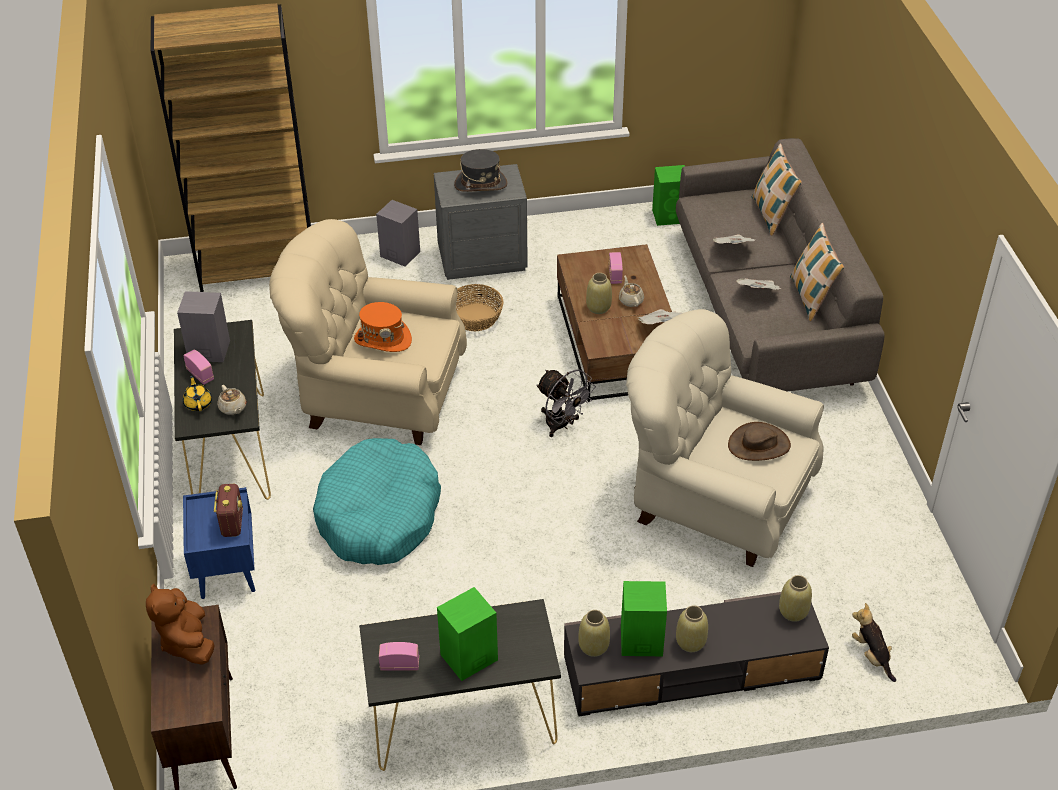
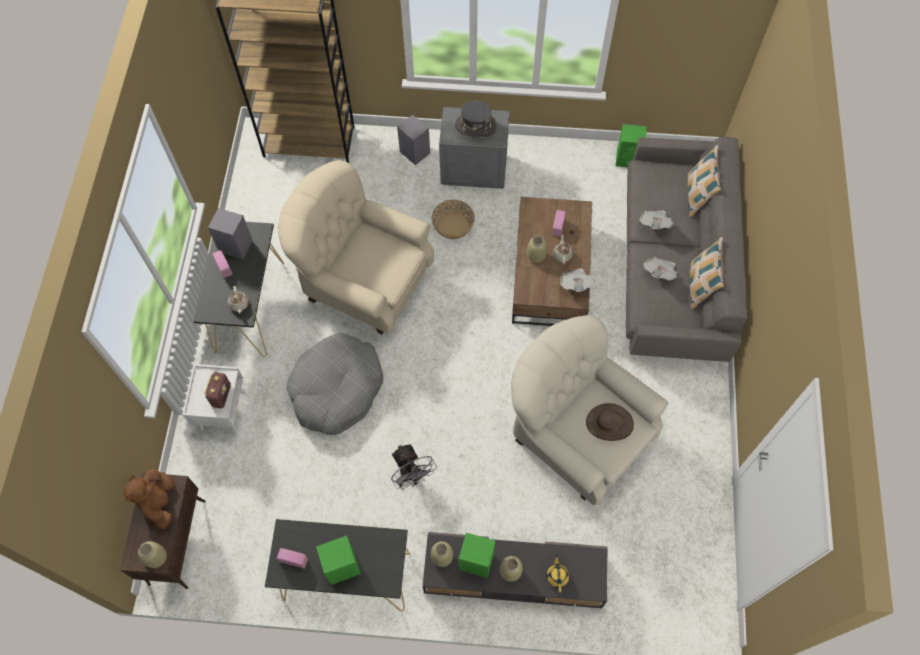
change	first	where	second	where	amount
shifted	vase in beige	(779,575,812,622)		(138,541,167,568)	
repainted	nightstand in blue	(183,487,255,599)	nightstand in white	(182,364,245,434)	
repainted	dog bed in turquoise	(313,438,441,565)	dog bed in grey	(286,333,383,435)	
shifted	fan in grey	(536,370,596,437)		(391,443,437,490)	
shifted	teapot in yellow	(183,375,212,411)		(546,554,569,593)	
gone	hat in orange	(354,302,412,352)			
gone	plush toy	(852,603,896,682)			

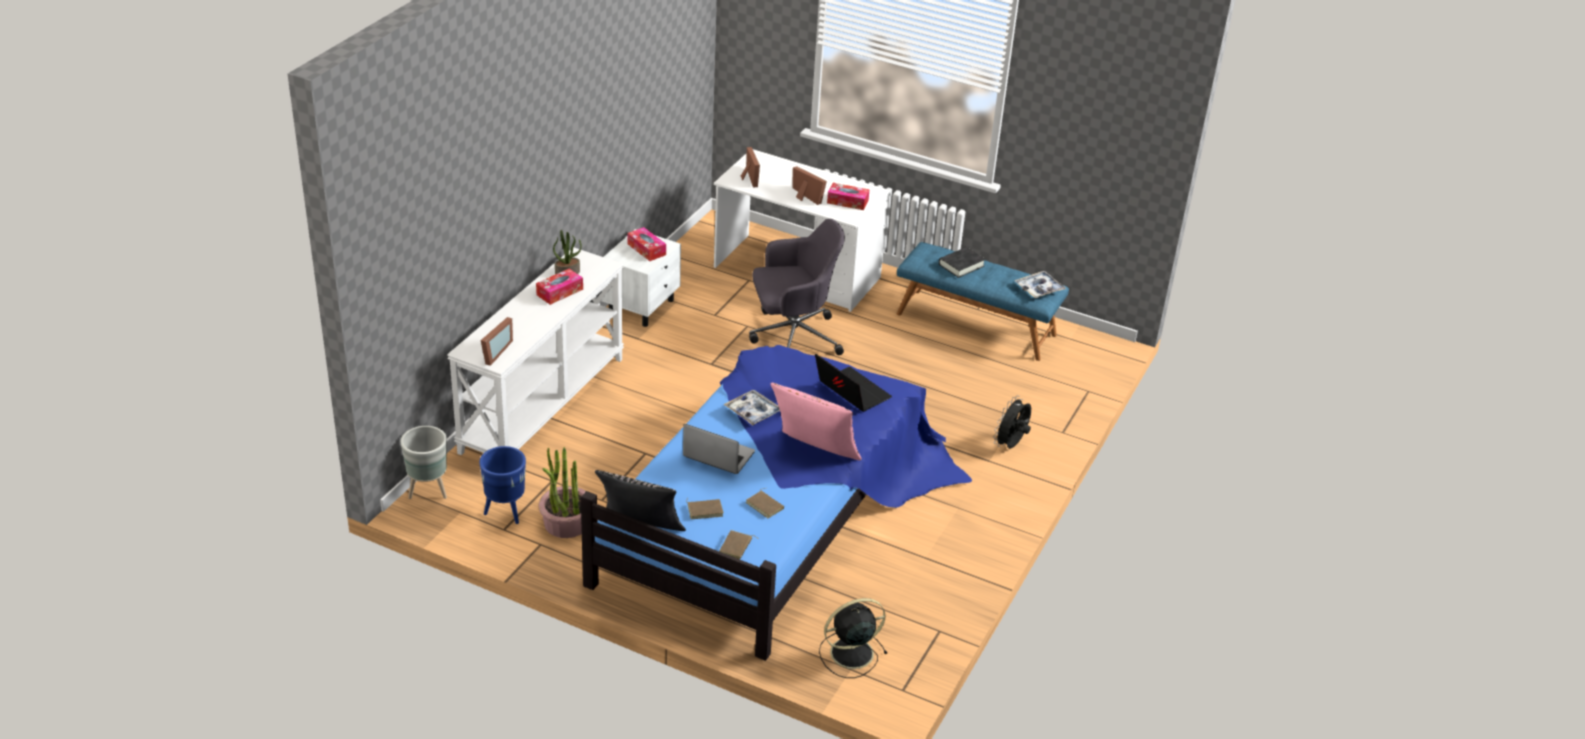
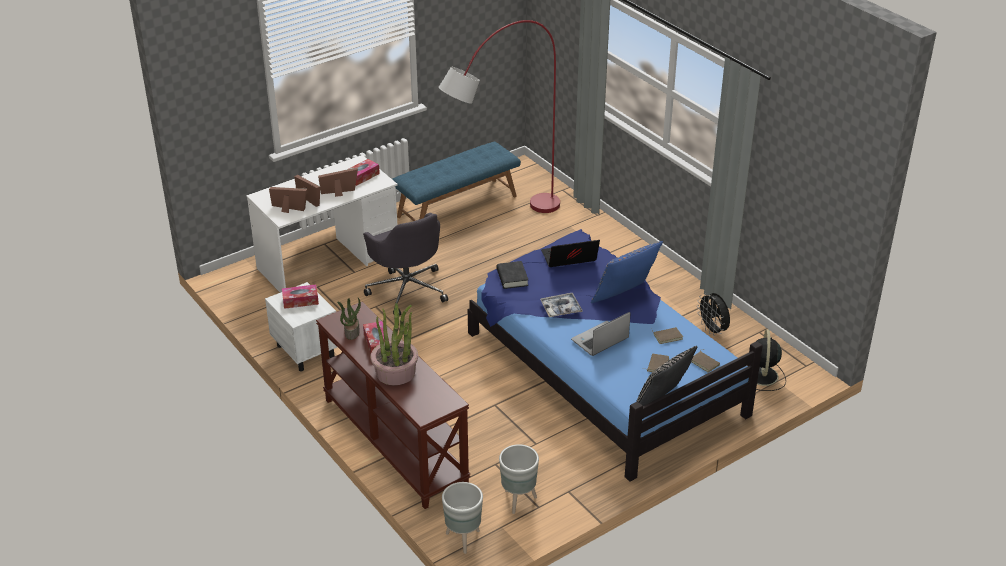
change	first	where	second	where	amount
shifted	picture frame	(480,317,513,366)		(294,175,320,207)	
repainted	console table in white	(447,248,624,455)	console table in brown	(316,302,471,509)	
rotated	office chair in grey	(749,219,845,355)		(363,213,448,316)	135 degrees clockwise
shifted	potted plant	(539,447,586,538)		(370,303,418,385)	
new			floor lamp in red	(439,20,560,213)	
shifted	book in black	(939,247,985,278)		(496,261,528,289)	
repainted	planter in blue	(479,446,526,524)	planter in grey	(499,444,539,514)	
repainted	pillow in pink	(770,383,862,460)	pillow in blue	(591,241,663,303)	
shifted	fan in black	(994,395,1031,449)		(697,293,730,336)	
gone	tray	(1015,271,1066,298)			

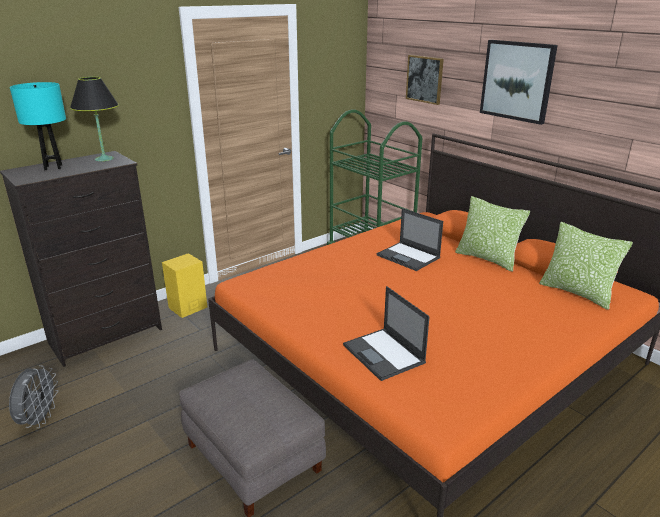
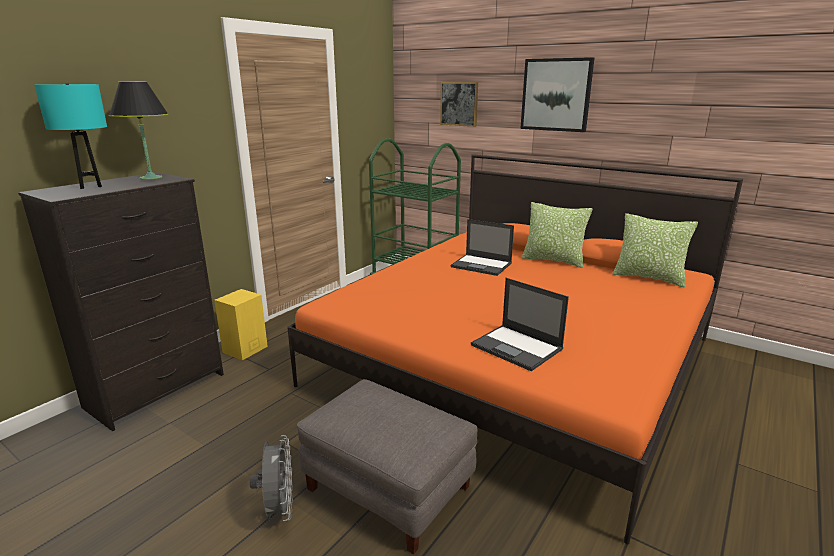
change	first	where	second	where	amount
shifted	fan in grey	(9,365,58,428)		(250,435,293,521)	

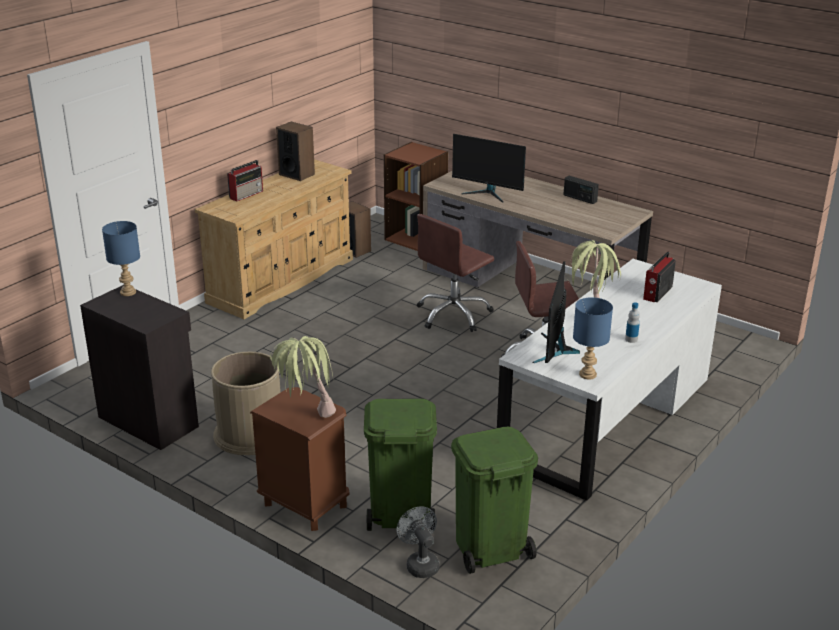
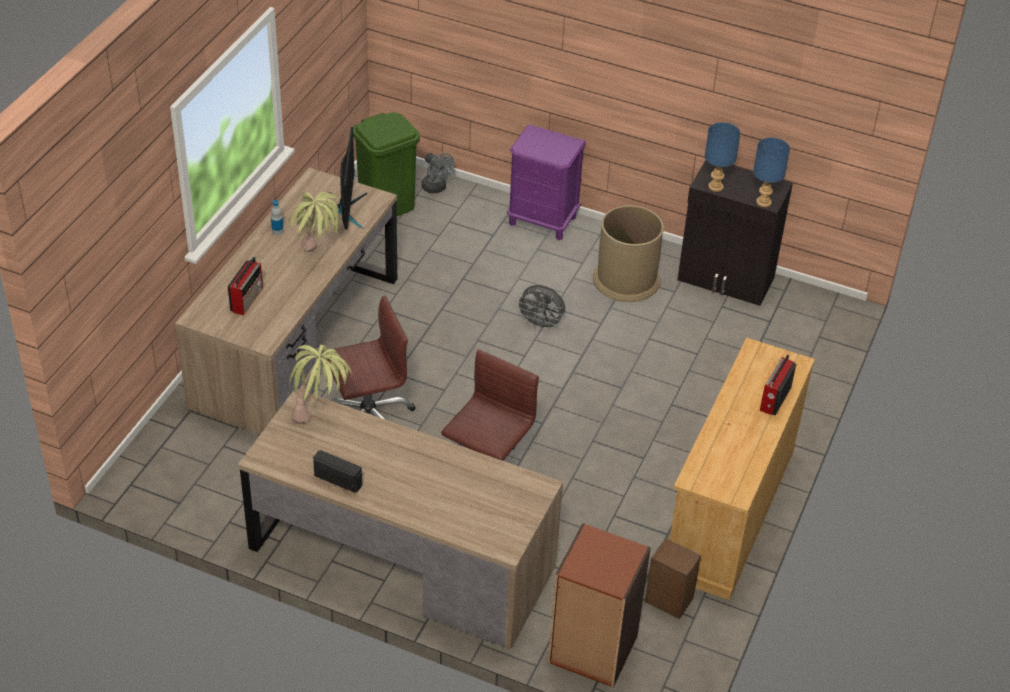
change	first	where	second	where	amount
repainted	desk in white	(497,259,722,501)	desk in brown	(175,168,397,435)	
shifted	potted plant	(270,336,336,418)		(289,345,352,424)	
repainted	nightstand in brown	(250,387,350,531)	nightstand in purple	(507,124,586,240)	
new			fan in grey	(515,285,565,331)	
shifted	table lamp in blue	(573,297,613,380)		(705,122,740,192)	
gone	speaker	(276,122,315,181)			
gone	trash can in green	(364,399,437,531)			
gone	monitor	(452,134,526,203)			

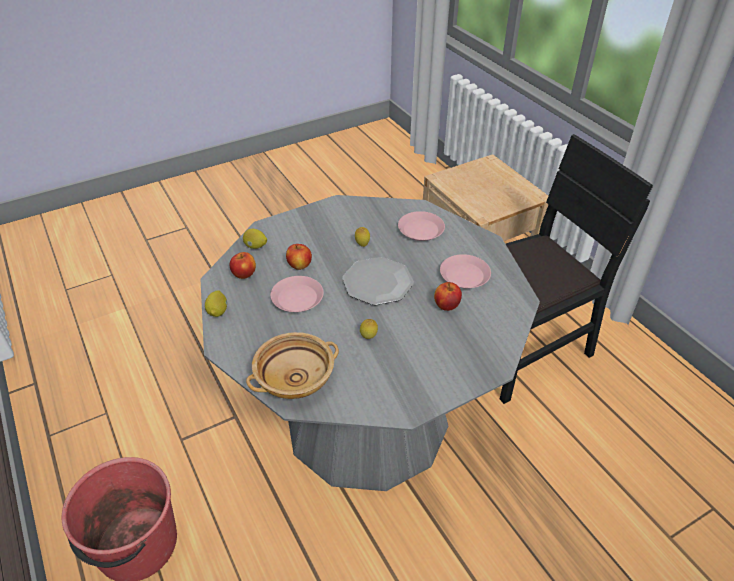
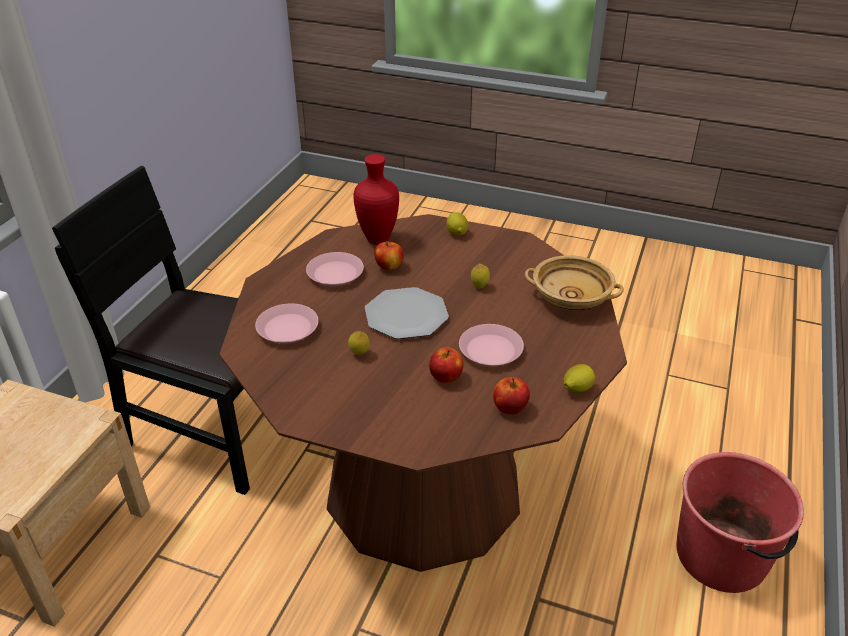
change	first	where	second	where	amount
repainted	dining table in grey	(200,195,540,491)	dining table in brown	(219,214,627,572)	
new			vase in red	(354,154,399,245)	
shifted	lemon	(243,229,267,249)		(446,212,468,236)	

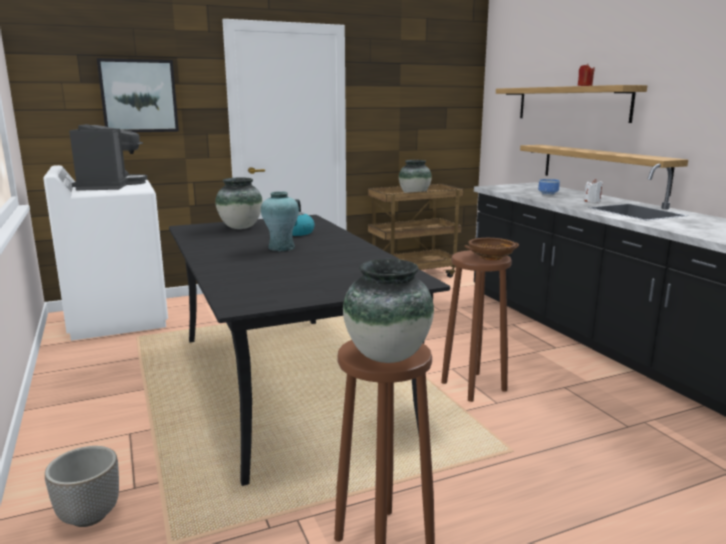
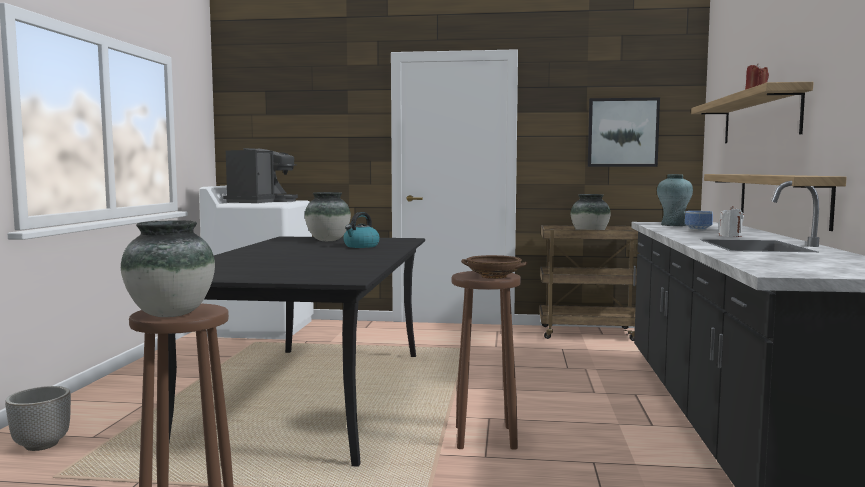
change	first	where	second	where	amount
shifted	picture	(97,58,179,132)		(588,98,660,167)	
shifted	vase in turquoise	(261,191,299,251)		(657,174,693,226)	

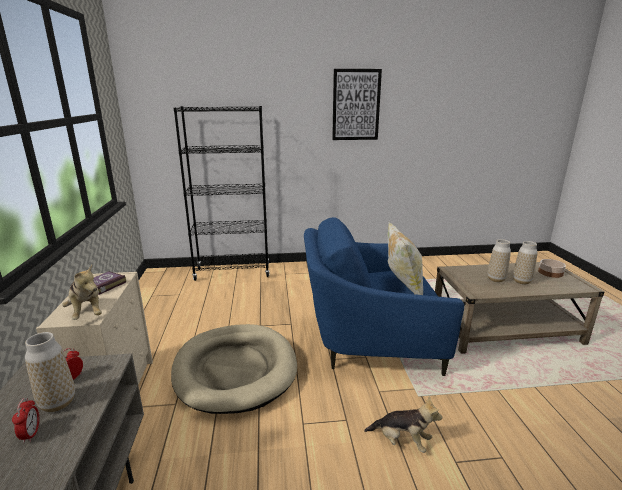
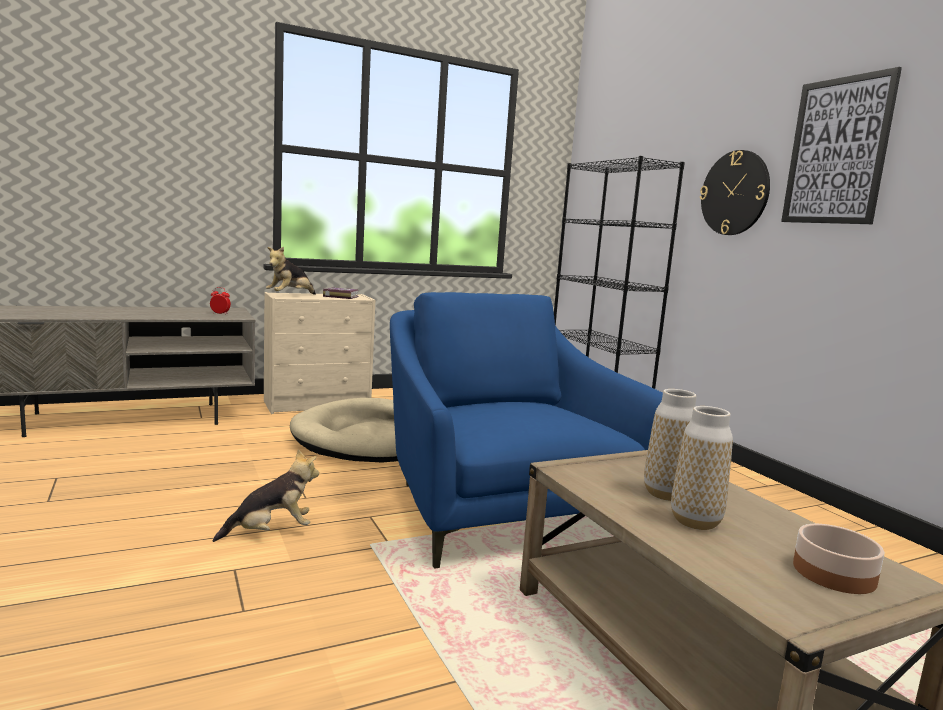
change	first	where	second	where	amount
rotated	plush toy	(364,396,443,453)		(213,449,319,542)	120 degrees counterclockwise
new			wall clock	(700,150,770,235)	
gone	alarm clock	(12,398,39,443)			
gone	vase	(25,332,75,412)			
gone	pillow	(387,222,423,295)			

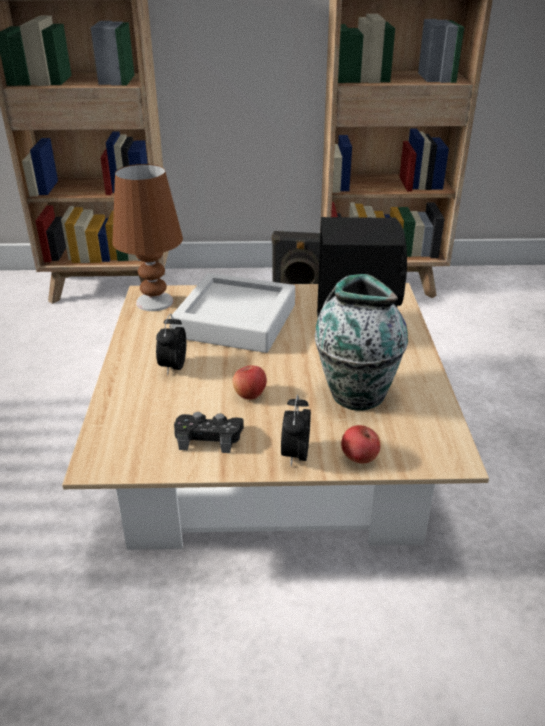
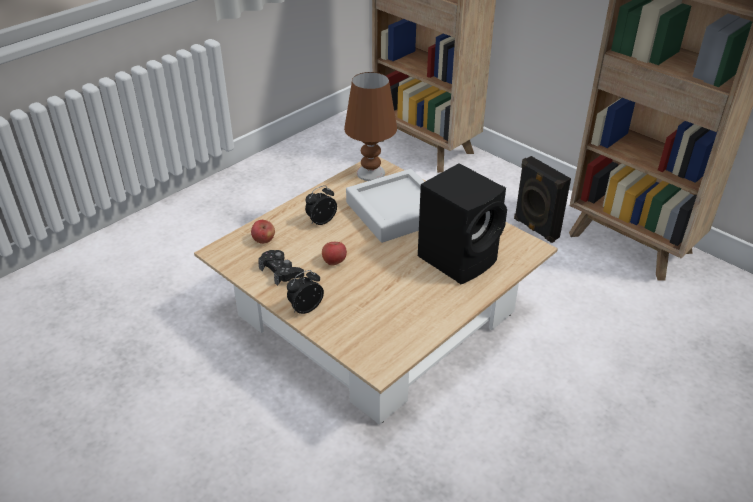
change	first	where	second	where	amount
shifted	apple	(341,425,381,464)		(251,220,275,244)	
gone	vase	(315,274,408,411)			

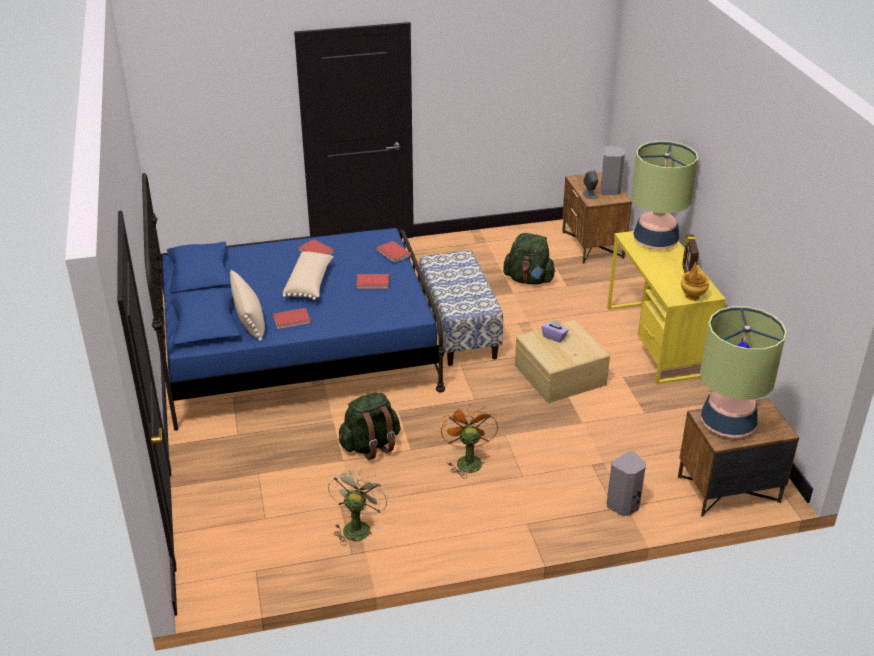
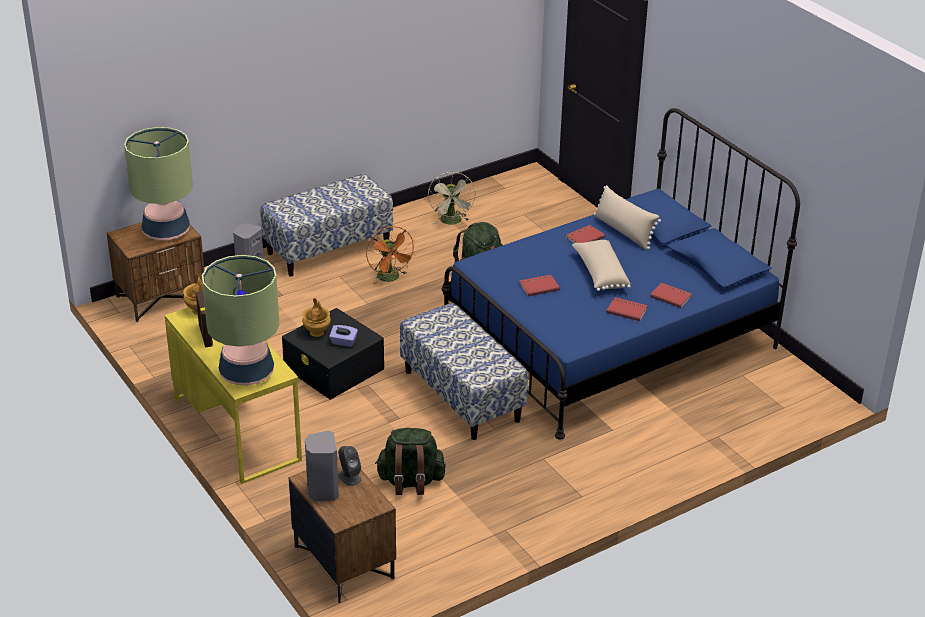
change	first	where	second	where	amount
new			bench	(260,174,393,277)	
repainted	storage box in beige	(515,320,610,403)	storage box in black	(282,308,385,399)	
new			vase in brown	(302,298,331,337)	
shifted	book in red	(376,241,412,263)		(650,283,692,308)	

